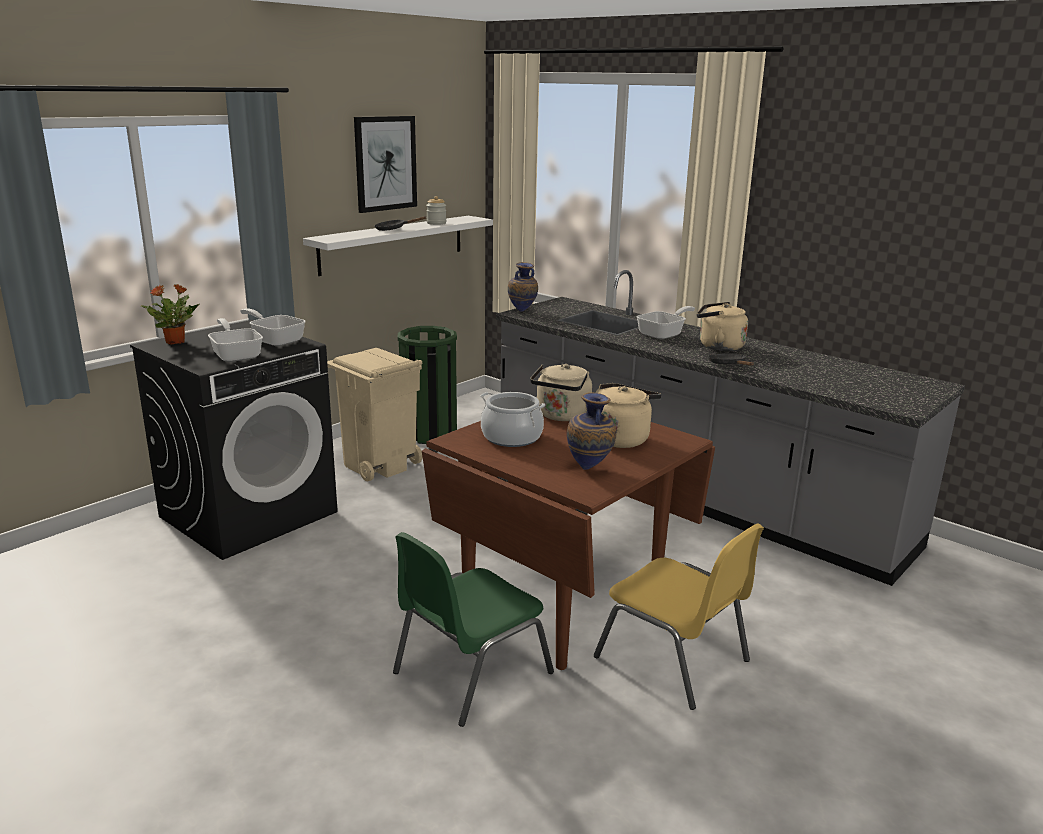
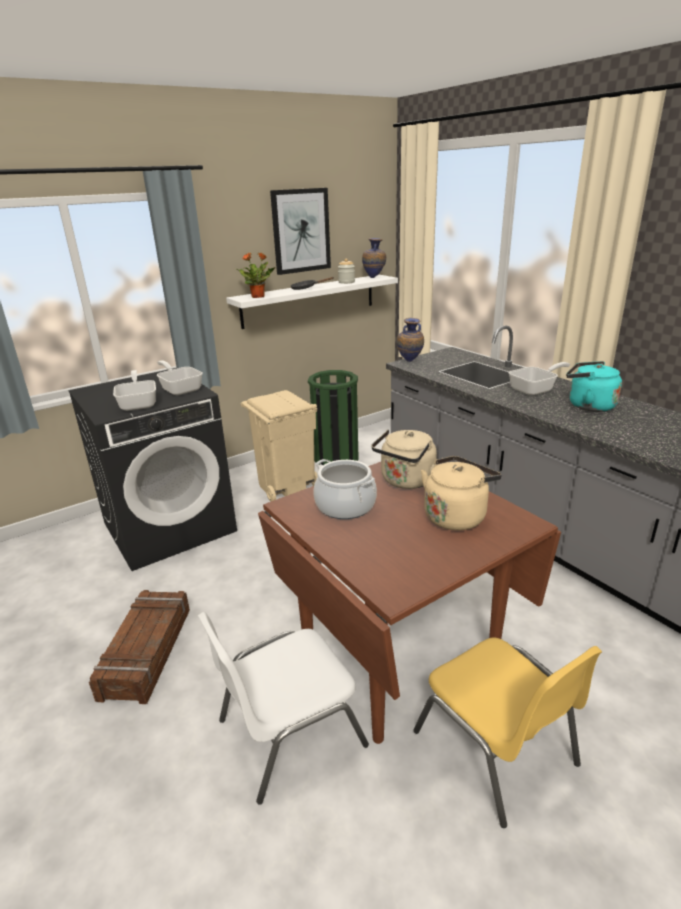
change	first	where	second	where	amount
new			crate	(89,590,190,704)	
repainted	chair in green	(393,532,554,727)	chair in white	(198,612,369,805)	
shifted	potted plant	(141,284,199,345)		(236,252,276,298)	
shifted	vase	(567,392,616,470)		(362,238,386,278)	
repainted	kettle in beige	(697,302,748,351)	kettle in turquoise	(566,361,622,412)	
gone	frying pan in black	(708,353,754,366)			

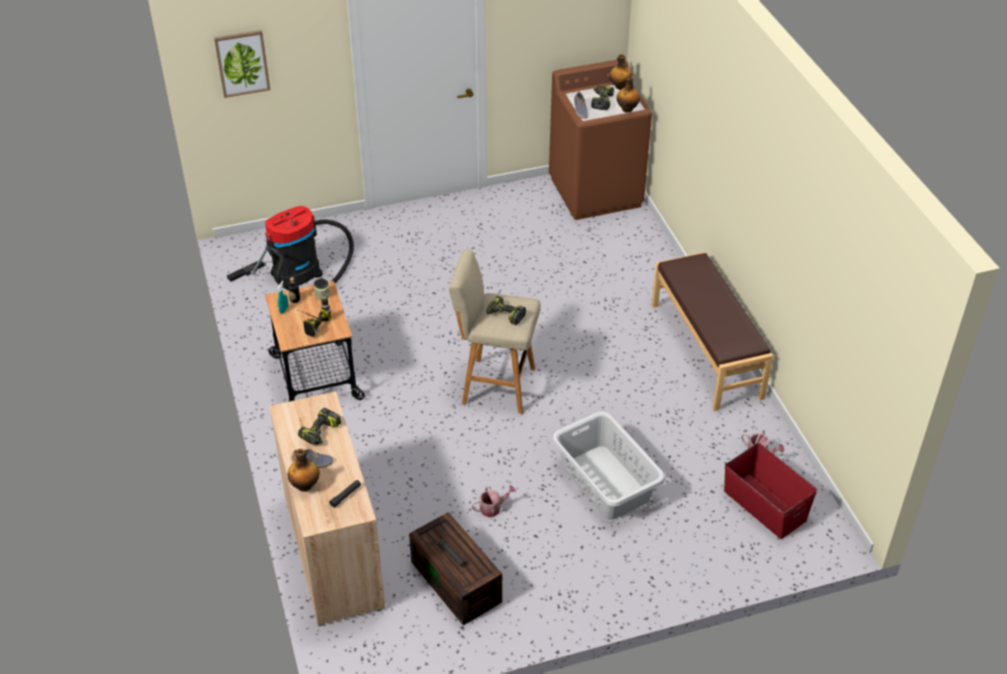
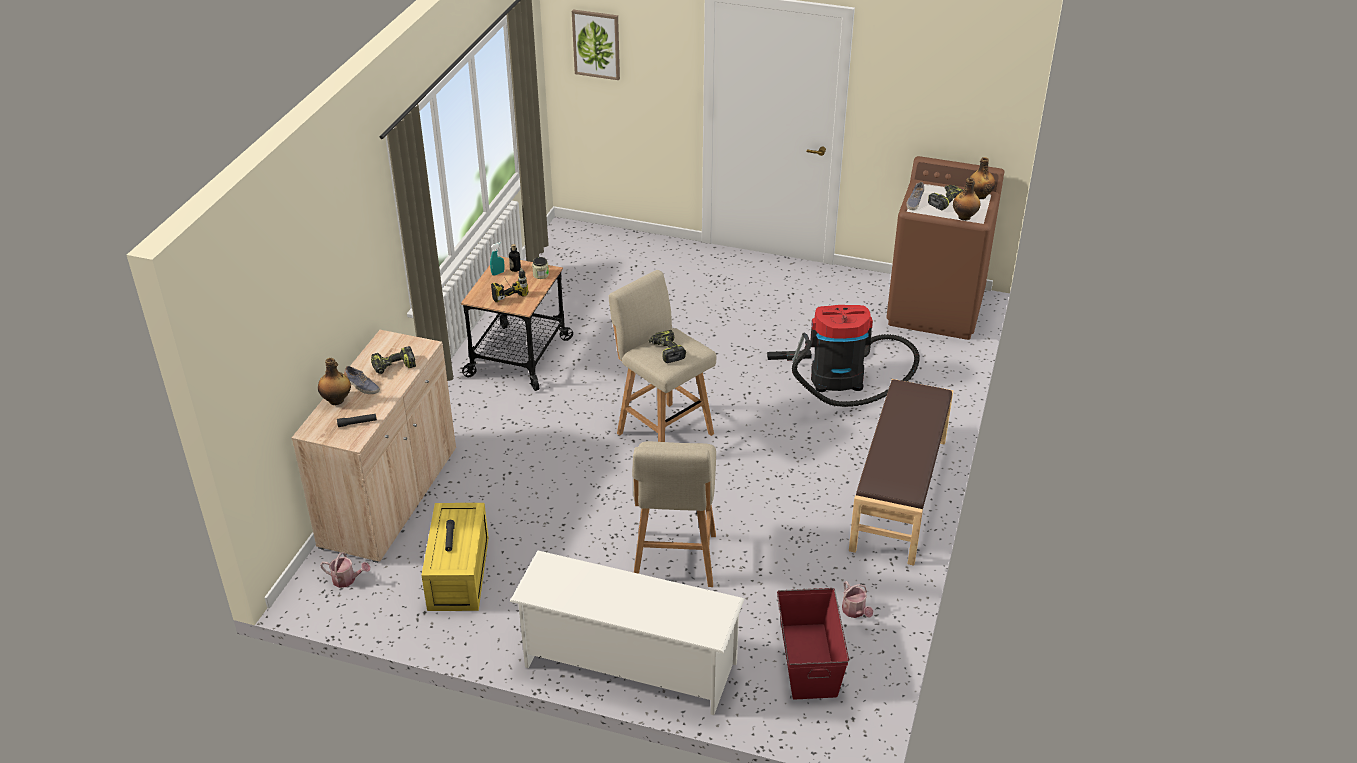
change	first	where	second	where	amount
shifted	watering can	(471,485,516,517)		(320,552,370,588)	
repainted	storage box in brown	(409,512,502,625)	storage box in yellow	(421,503,489,611)	
new			shoe rack in white	(510,551,744,715)	
swapped	laundry basket in grey	(552,411,665,520)	stool in beige	(632,441,716,587)	
shifted	vacuum cleaner	(227,206,354,290)		(767,305,920,407)	

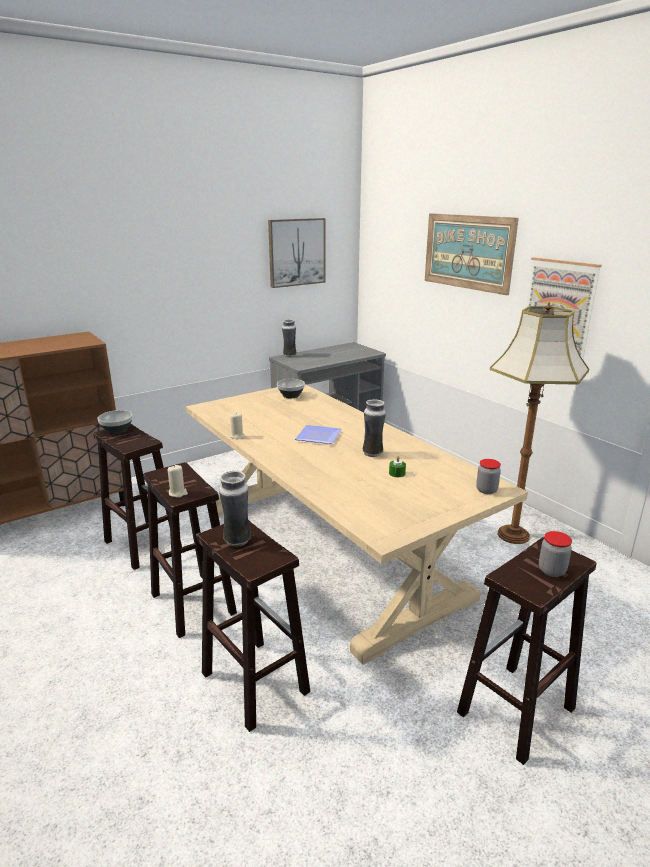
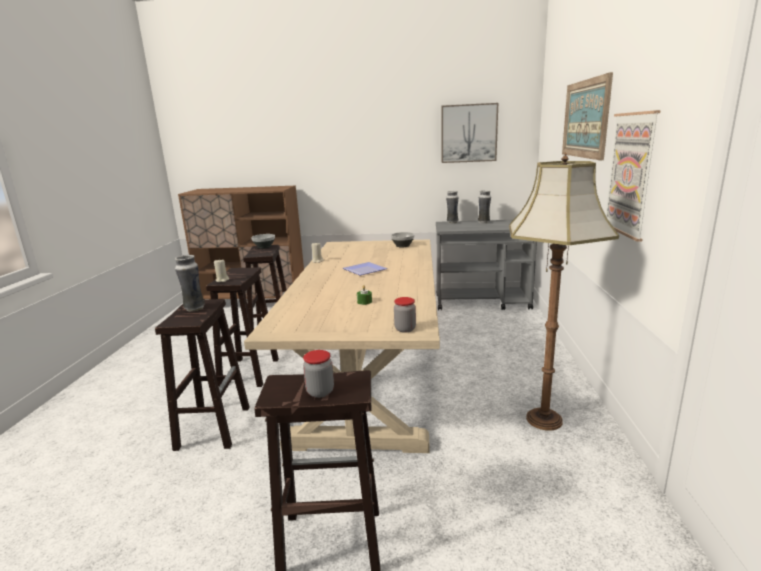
change	first	where	second	where	amount
shifted	vase	(363,399,386,457)		(478,190,491,223)	

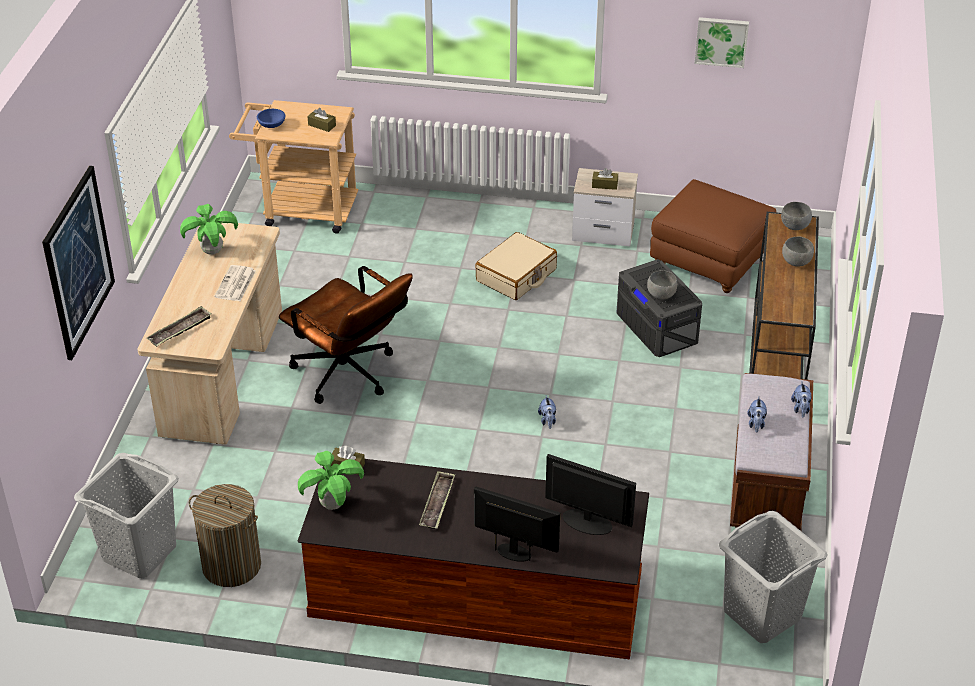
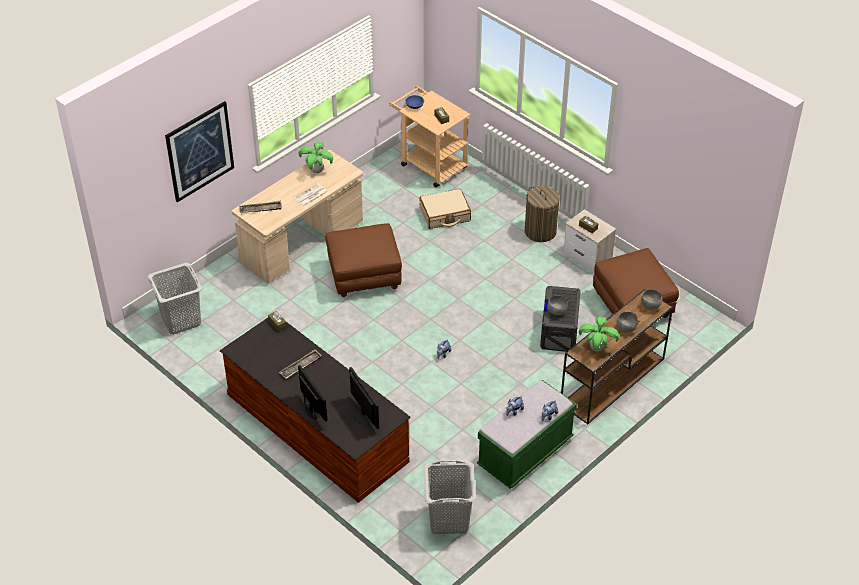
change	first	where	second	where	amount
swapped	office chair in brown	(279,266,413,404)	ottoman in brown	(326,223,402,297)	
shifted	suitcase in beige	(475,232,557,300)		(419,189,471,229)	
repainted	bench in brown	(730,373,813,531)	bench in green	(477,380,577,489)	
shifted	laundry basket	(189,484,261,587)		(525,186,560,242)	
shifted	potted plant	(298,451,364,510)		(579,316,619,352)	
gone	picture	(694,17,749,68)			

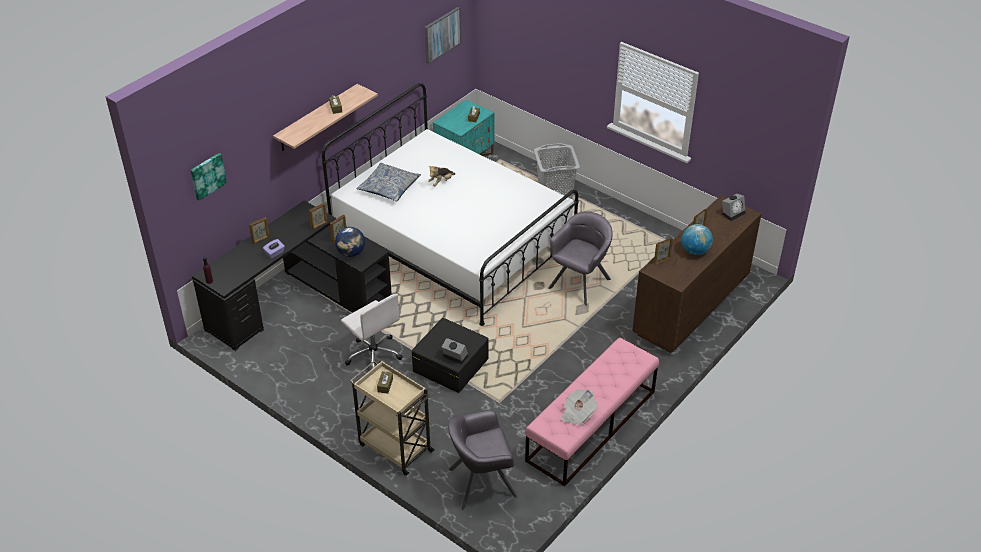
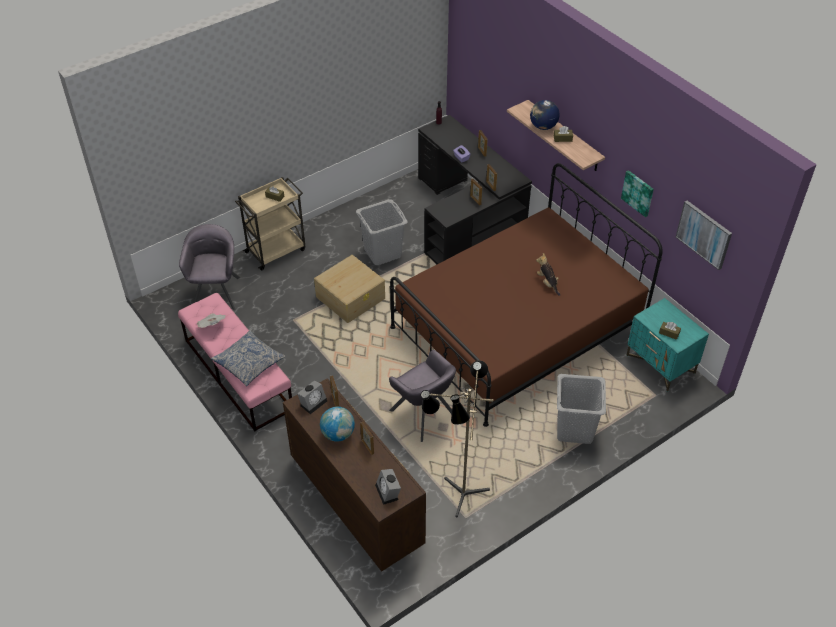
change	first	where	second	where	amount
shifted	pillow	(356,163,421,202)		(211,331,286,386)	
shifted	alarm clock	(442,338,468,365)		(297,381,327,414)	
repainted	storage box in black	(412,318,489,393)	storage box in beige	(314,255,385,323)	
swapped	office chair in white	(341,294,403,369)	laundry basket in grey	(356,199,408,265)	
repainted	bed in white	(322,83,579,326)	bed in brown	(390,163,663,427)	
new			floor lamp	(421,360,493,518)	
shifted	globe	(335,227,365,257)		(530,100,560,130)	
shifted	picture	(191,153,227,201)		(621,170,654,217)	

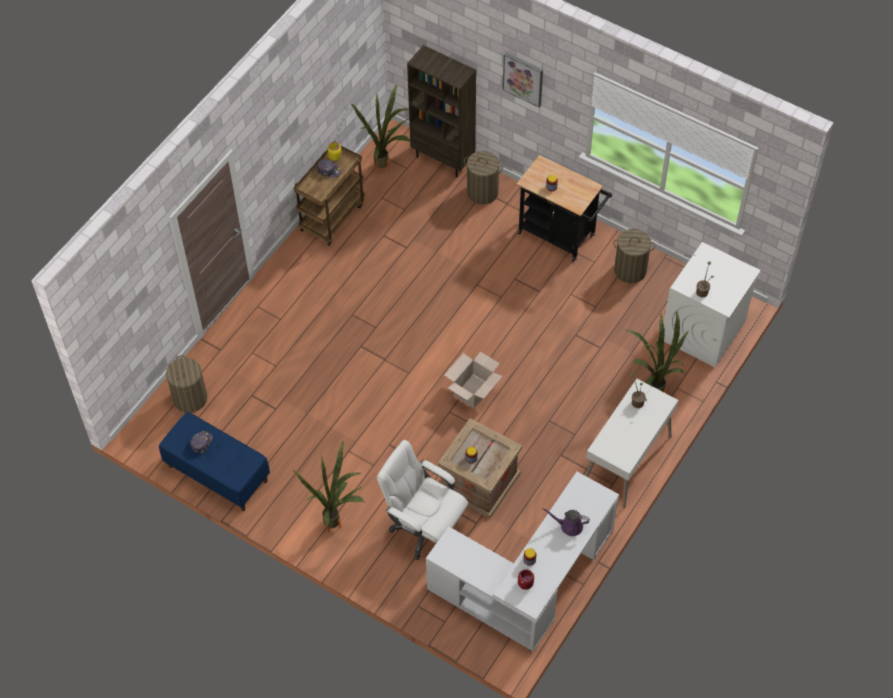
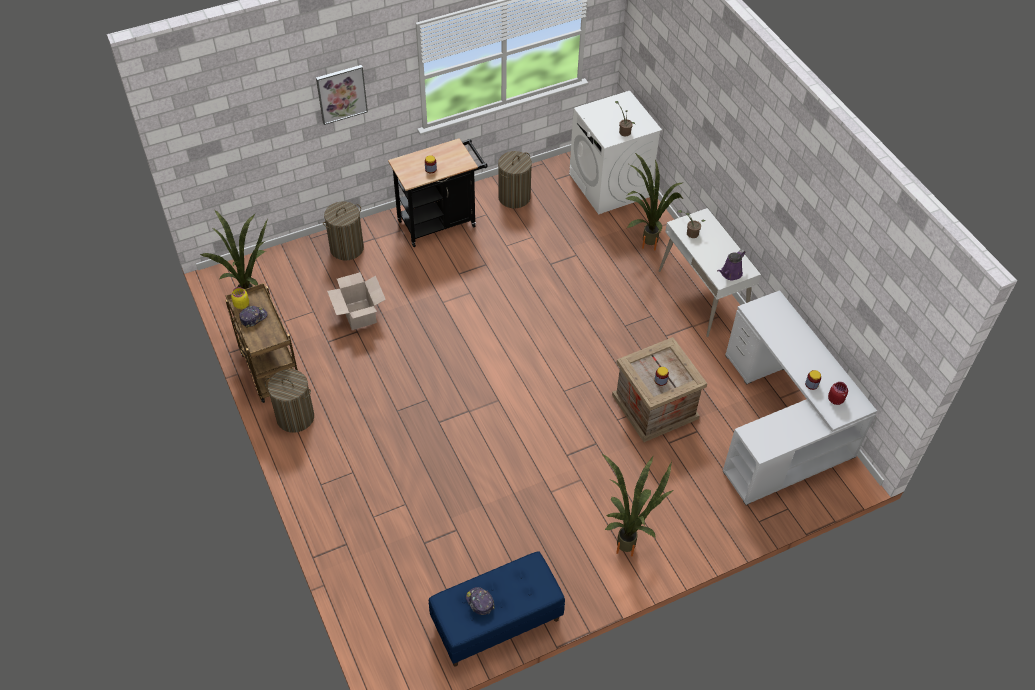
change	first	where	second	where	amount
shifted	laundry basket	(166,355,207,413)		(265,369,314,433)	
shifted	cardboard box	(444,352,503,408)		(327,272,386,330)	
shifted	watering can in purple	(542,508,590,536)		(717,249,745,280)	
gone	office chair in white	(377,440,468,560)			
gone	bookcase in brown	(407,45,476,177)			

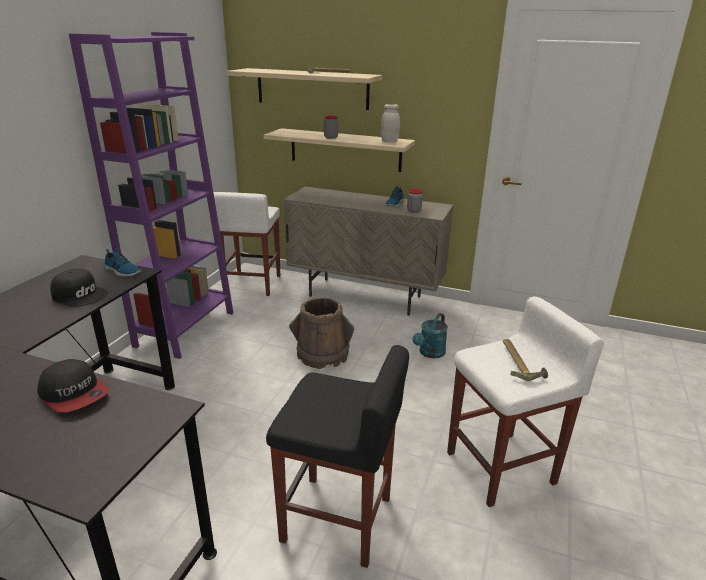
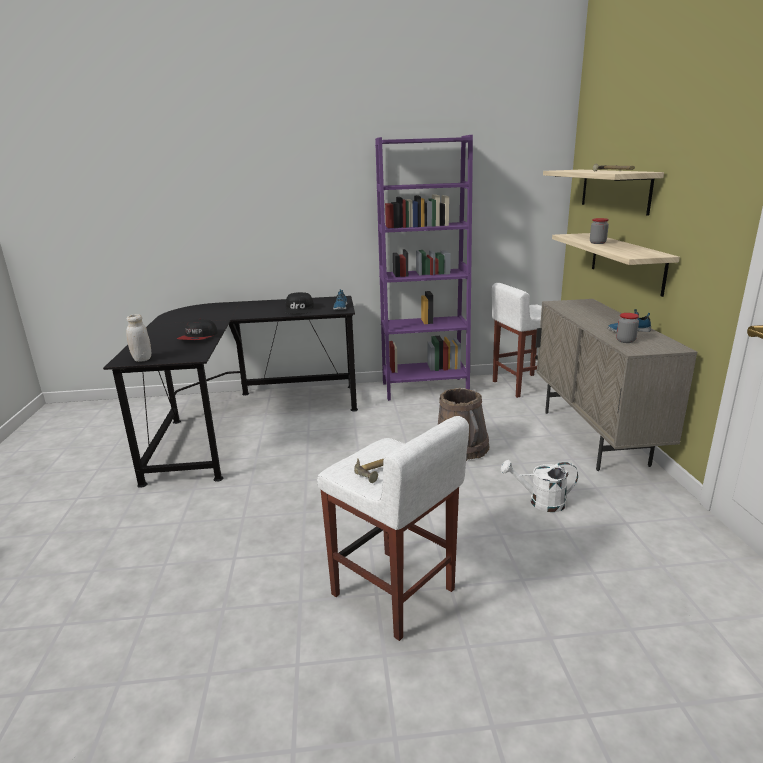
change	first	where	second	where	amount
shifted	jar in white	(381,104,400,142)		(126,314,151,362)	
repainted	watering can in turquoise	(413,313,448,358)	watering can in white	(501,460,578,512)	
gone	stool in black	(266,345,409,568)			

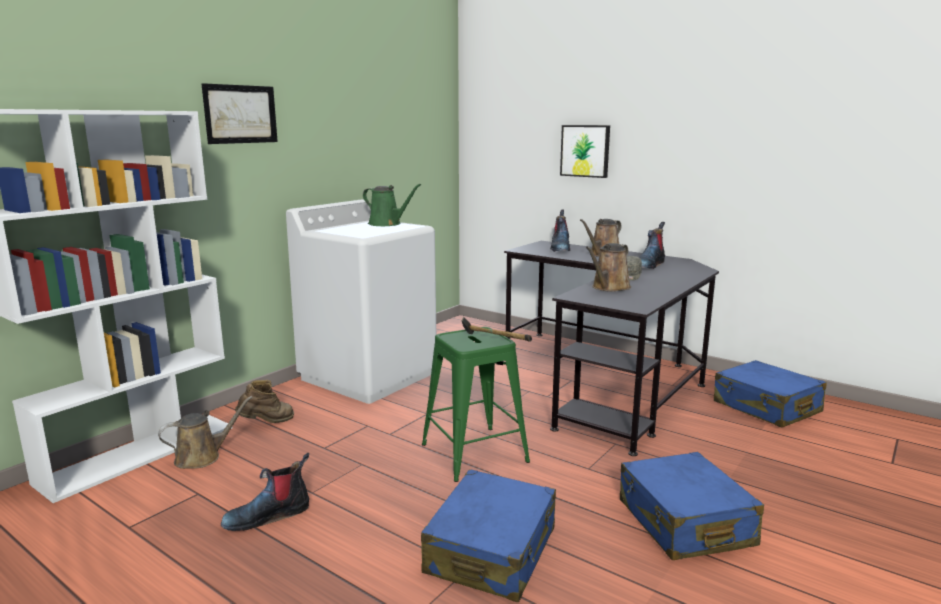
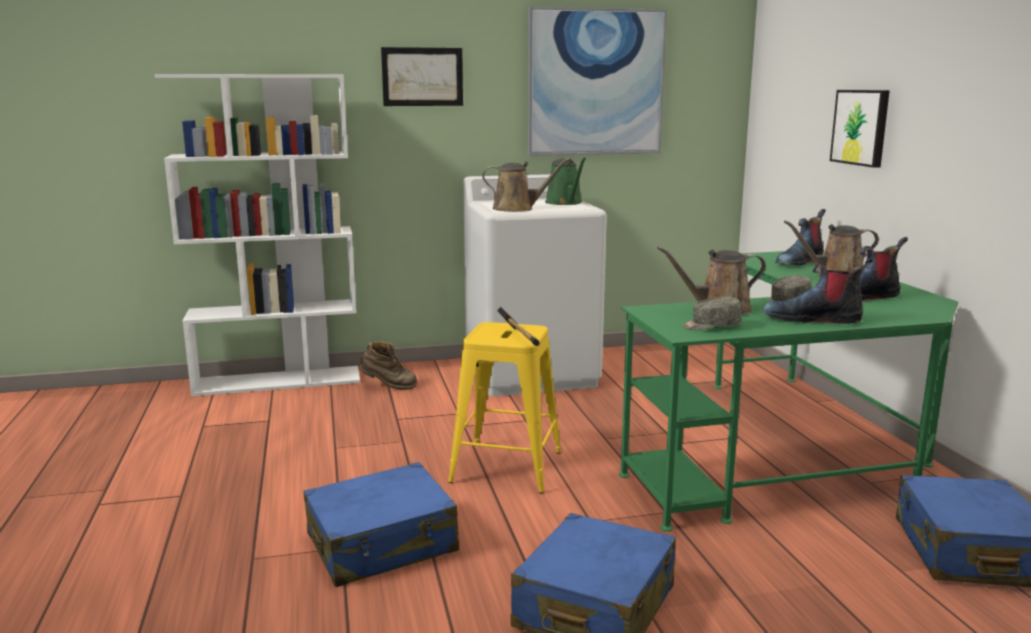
change	first	where	second	where	amount
repainted	stool in green	(422,327,530,482)	stool in yellow	(448,322,561,494)	
shifted	watering can in brown	(158,396,253,469)		(482,158,570,212)	
new			picture	(528,6,667,156)	
repainted	desk in black	(504,241,719,456)	desk in green	(619,251,958,532)	
new			cap in grey	(682,297,742,330)	
shifted	boot	(221,453,309,531)		(762,257,874,324)	

